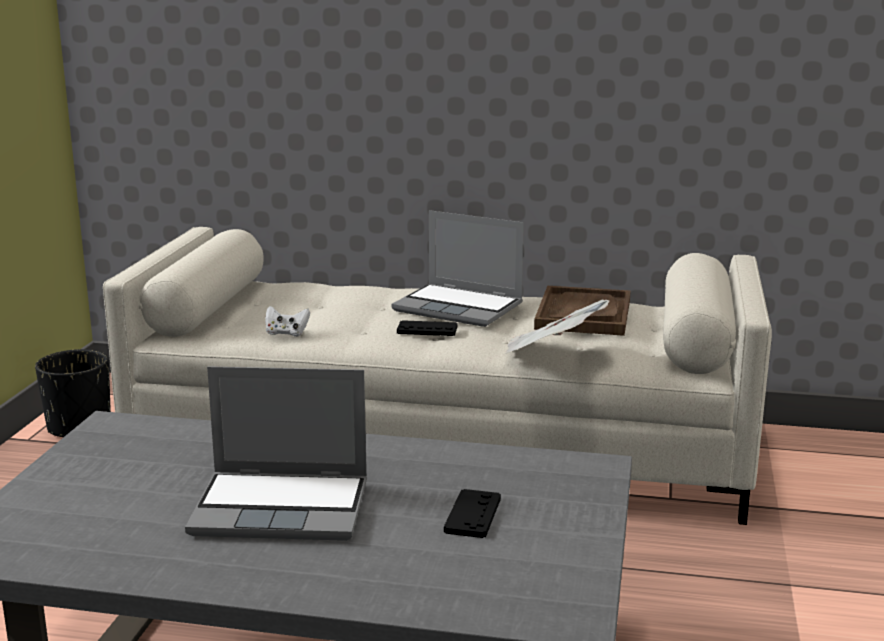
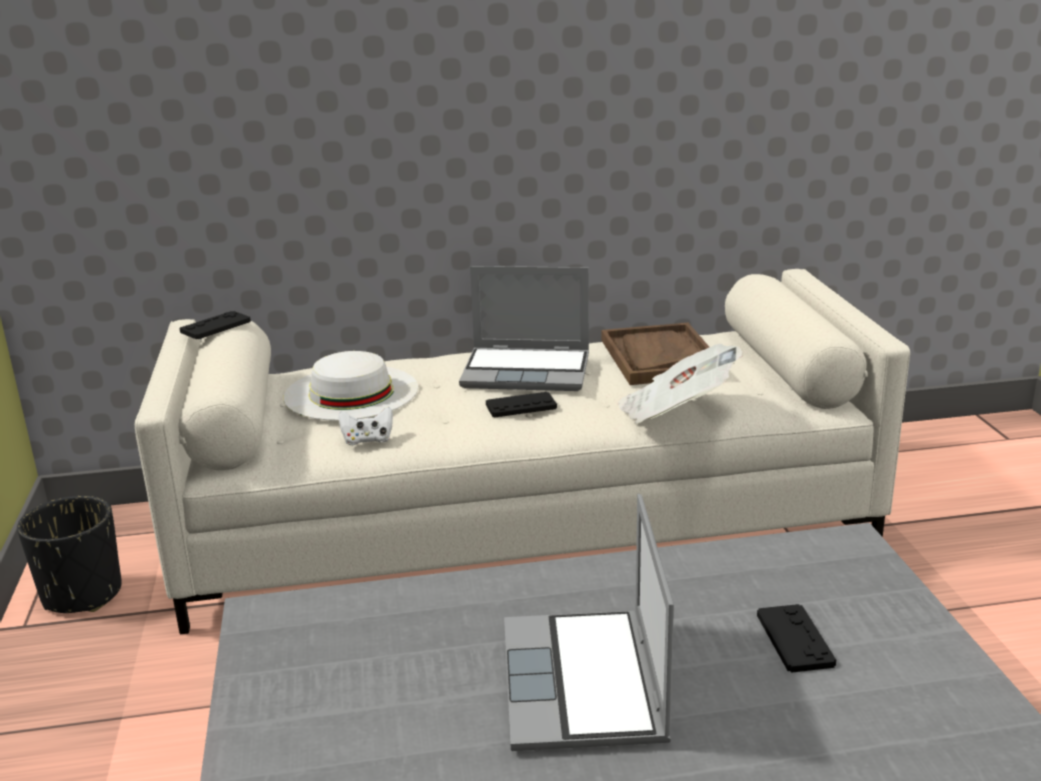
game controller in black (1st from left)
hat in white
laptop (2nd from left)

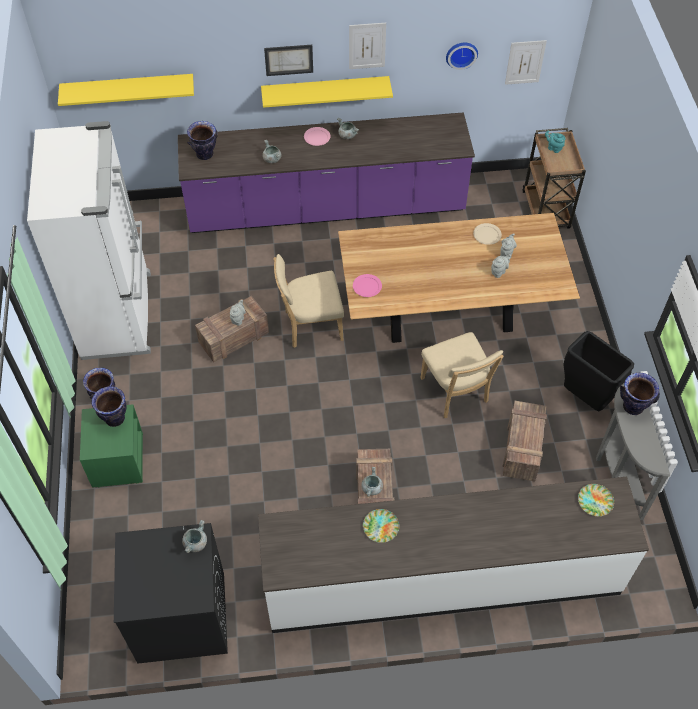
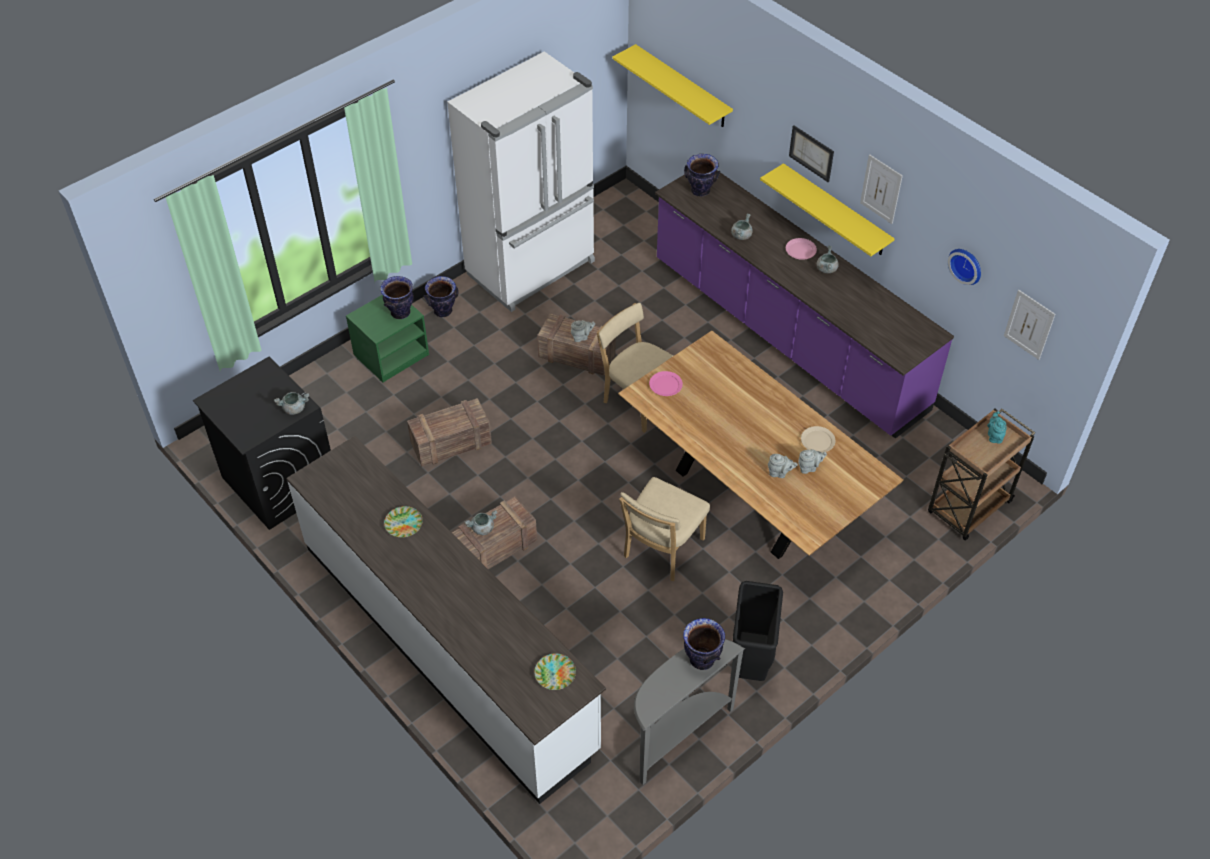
crate (1st from left)

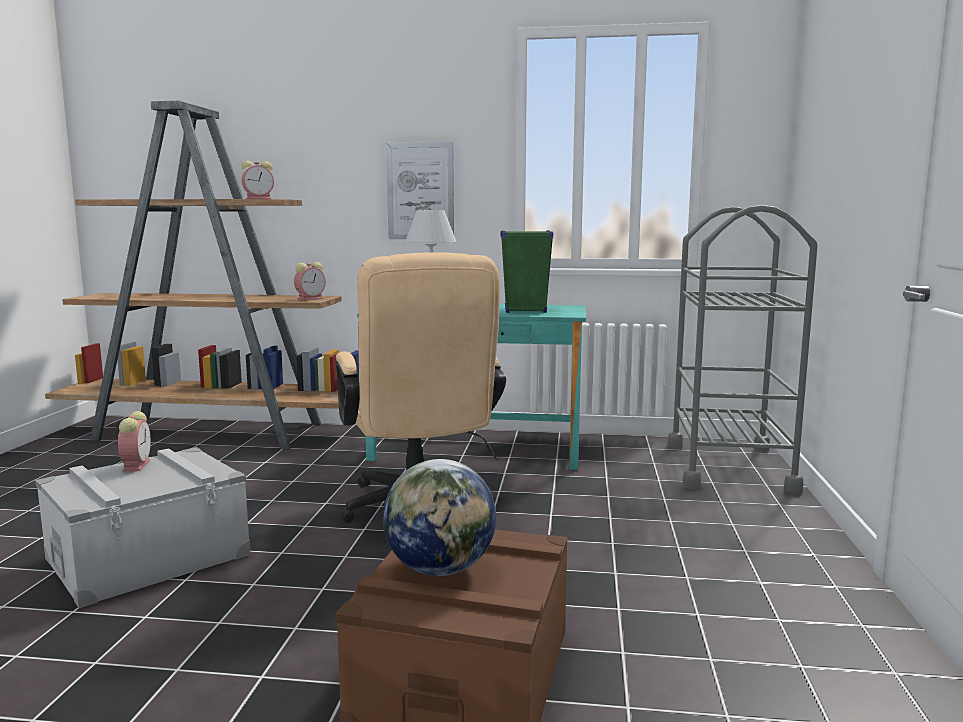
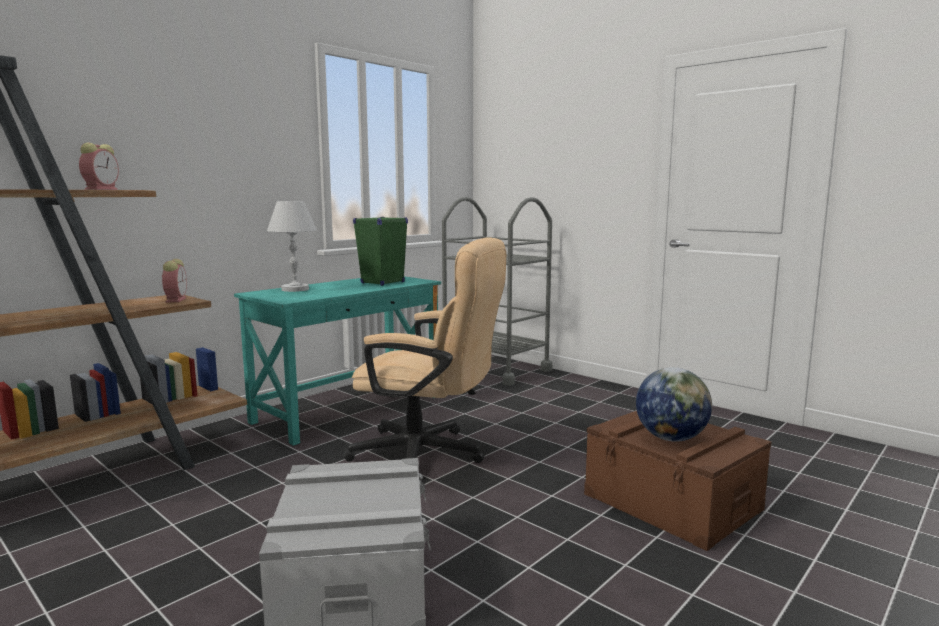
alarm clock (1st from left in the first image)
picture

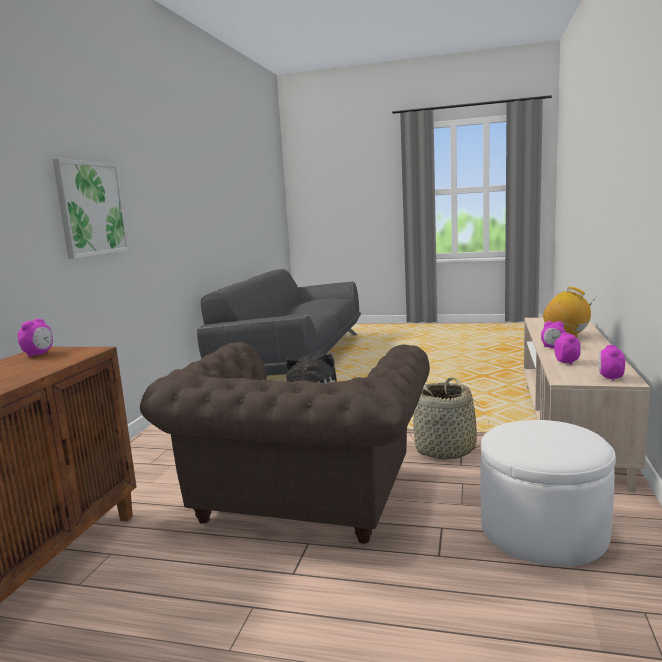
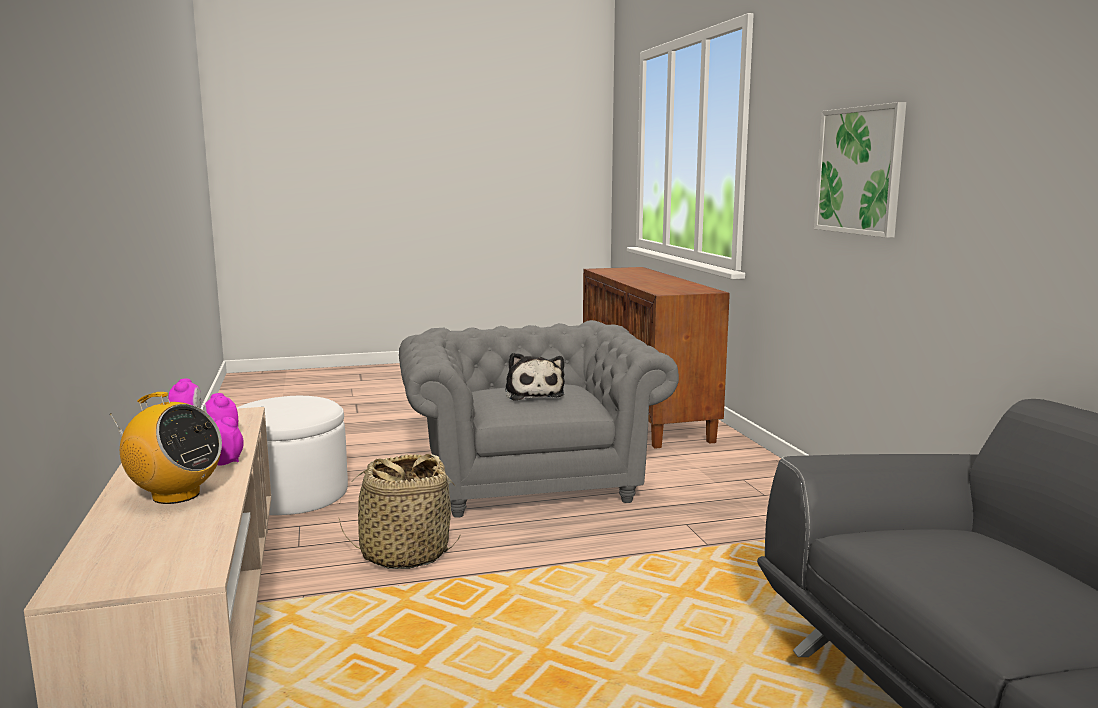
armchair in grey
alarm clock (1st from left in the first image)

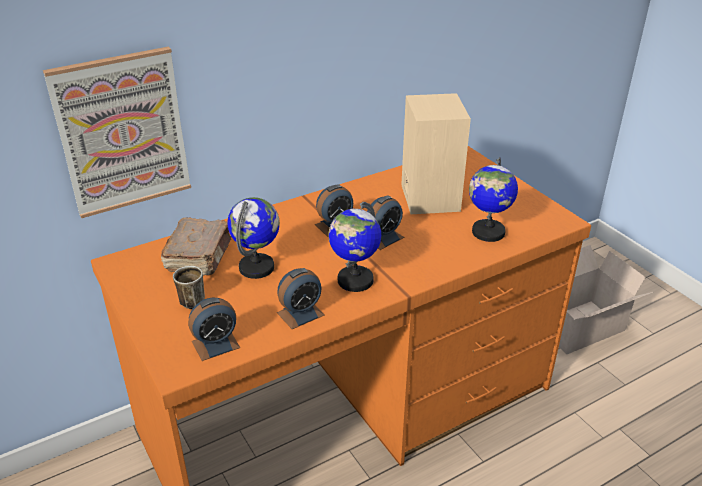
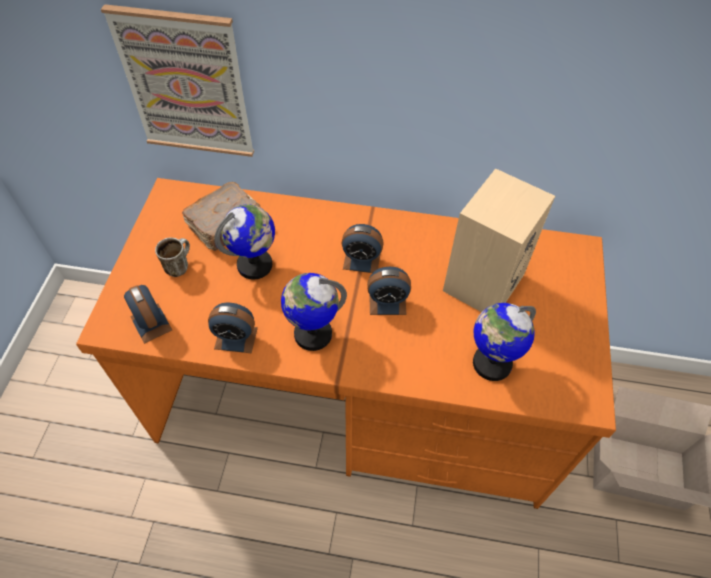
alarm clock (1st from left)

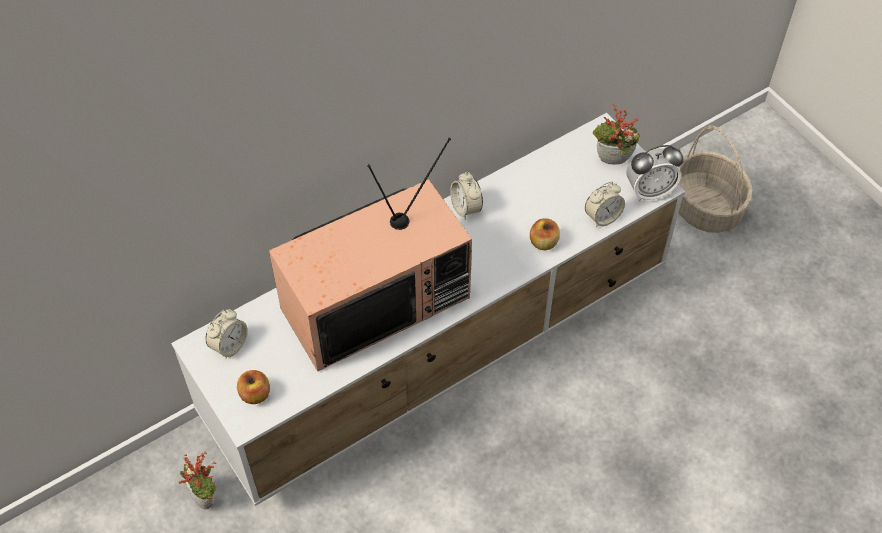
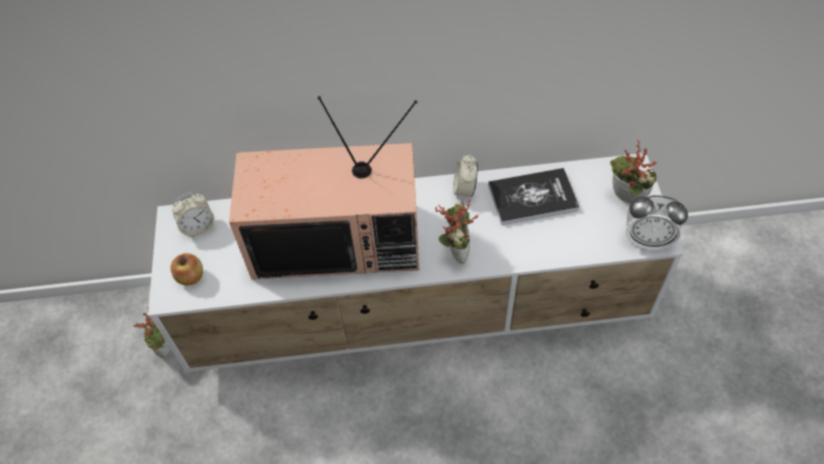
potted plant (2nd from left)
book
apple (2nd from left in the first image)
alarm clock (3rd from left in the first image)
basket

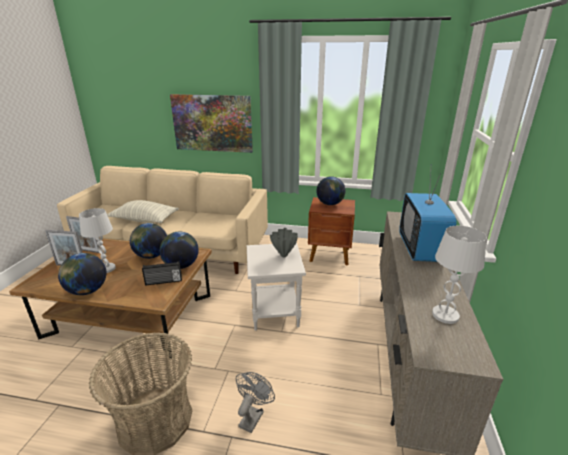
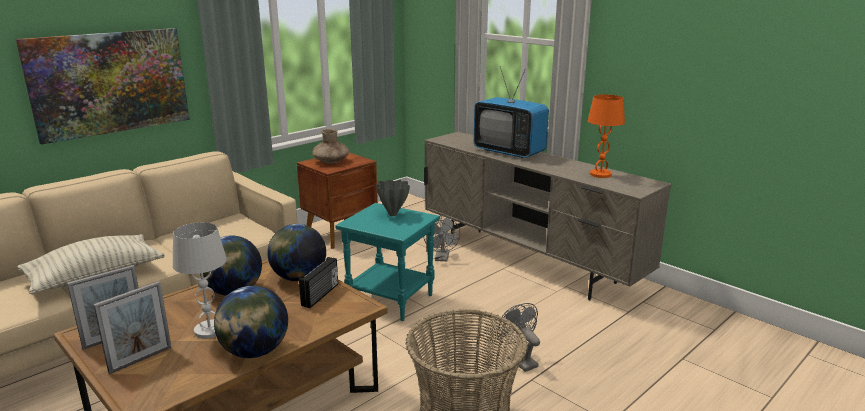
vase in brown
side table in turquoise
fan in grey (1st from left)
table lamp in orange

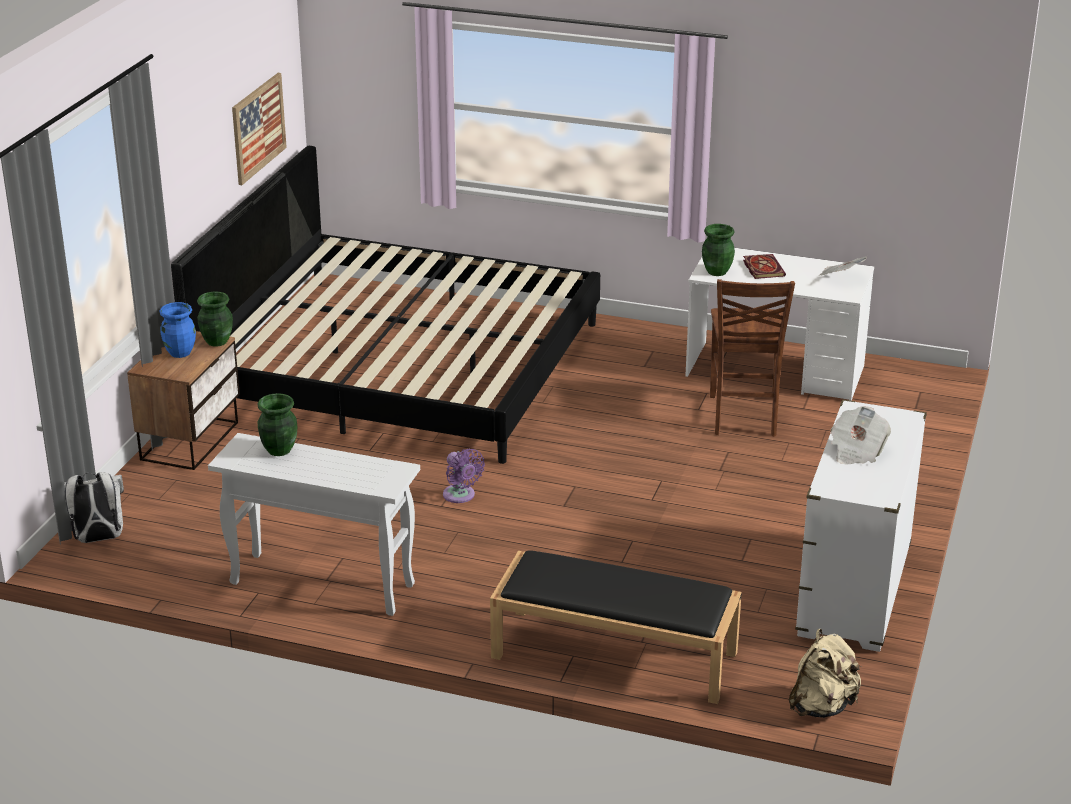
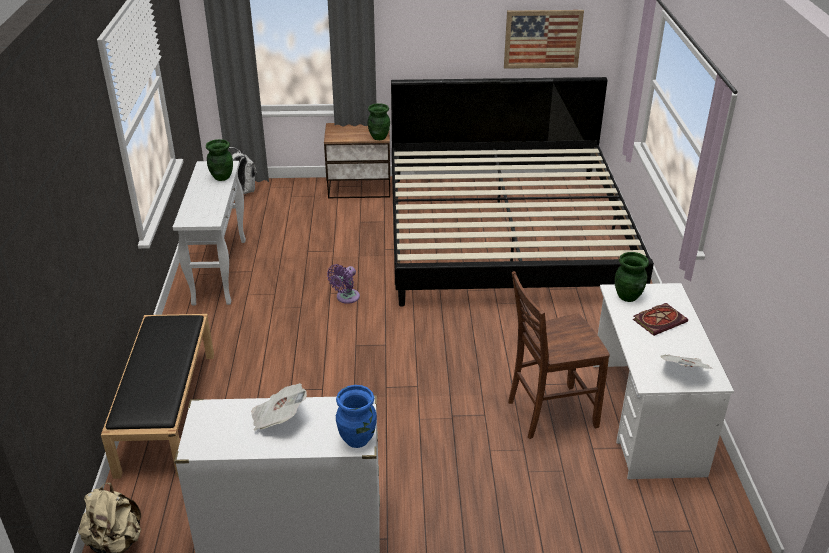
vase in blue

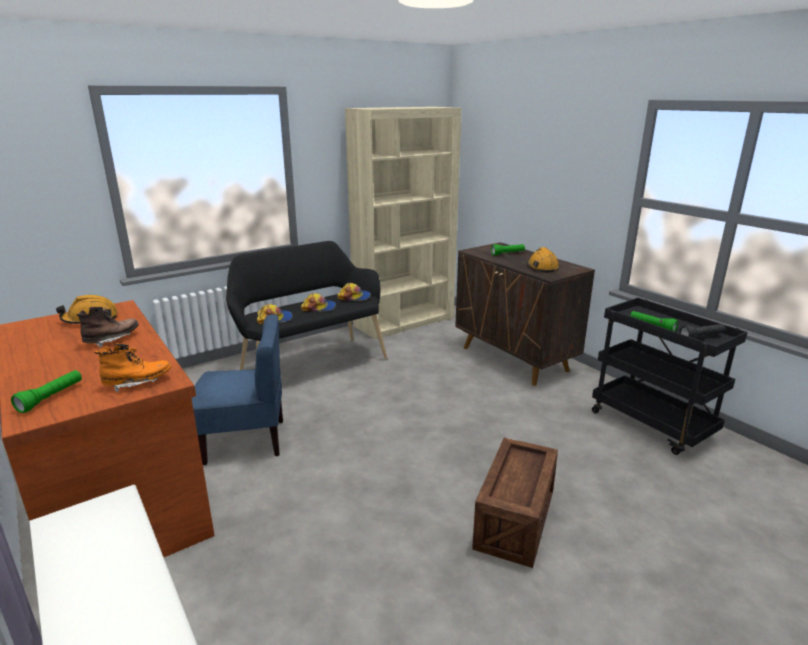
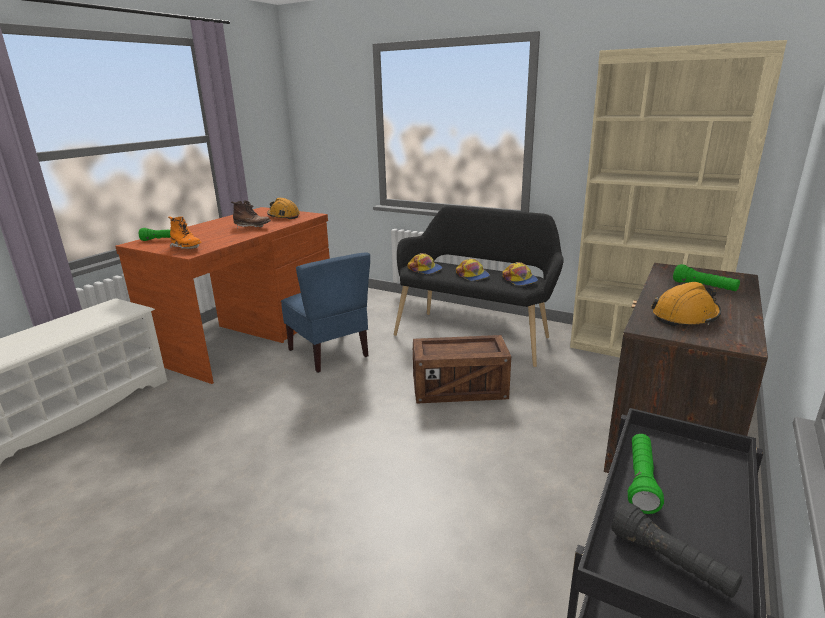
crate

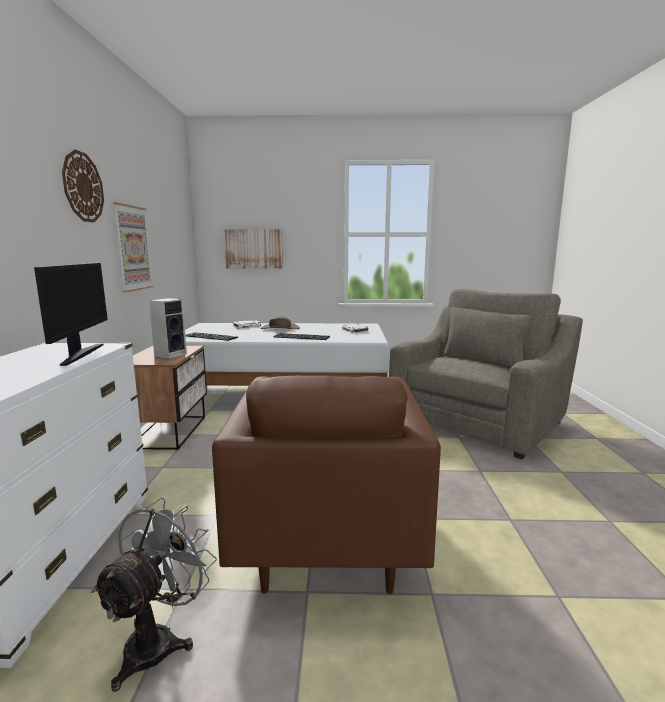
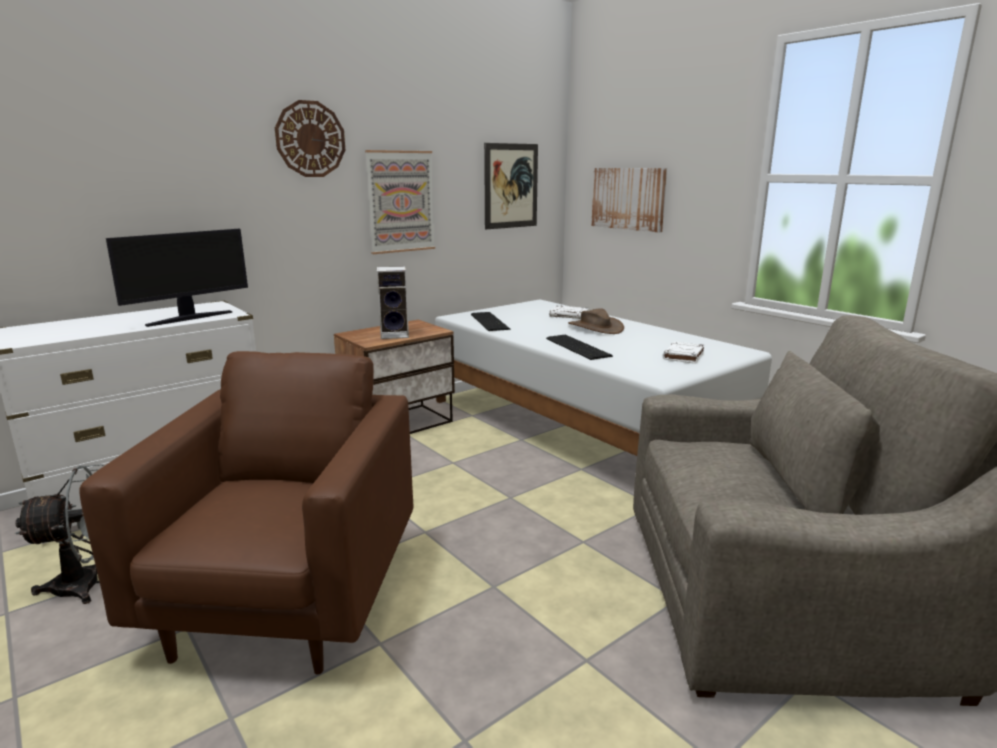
armchair in brown
picture (2nd from left)

